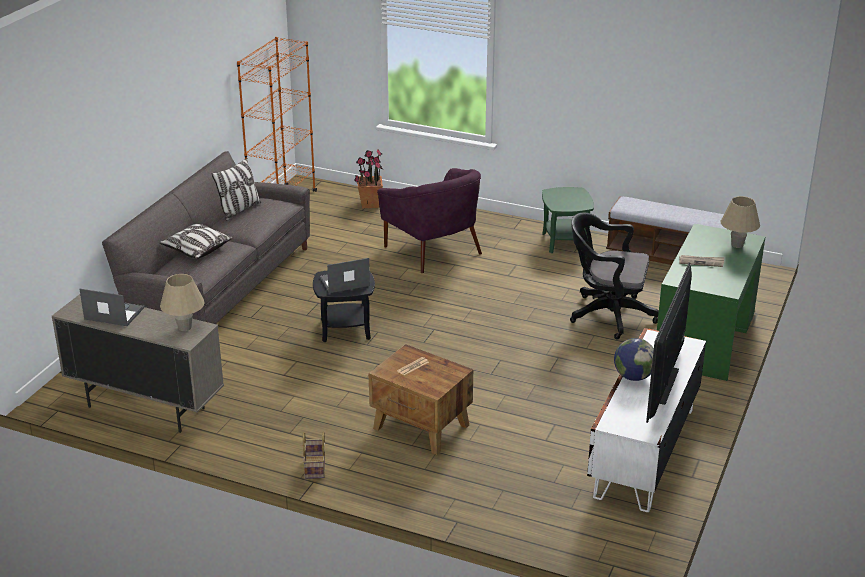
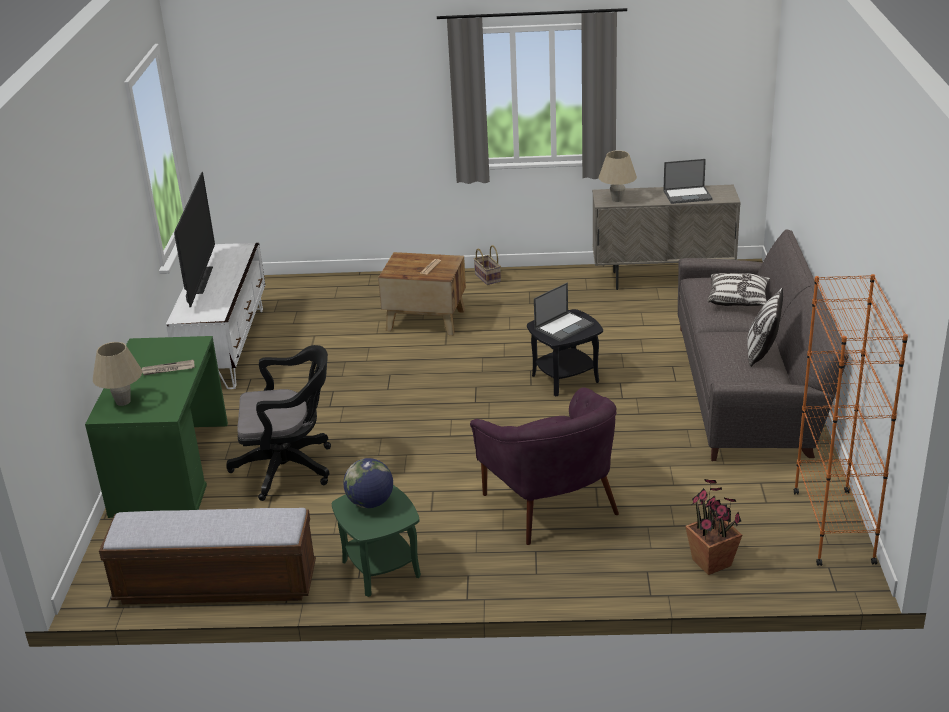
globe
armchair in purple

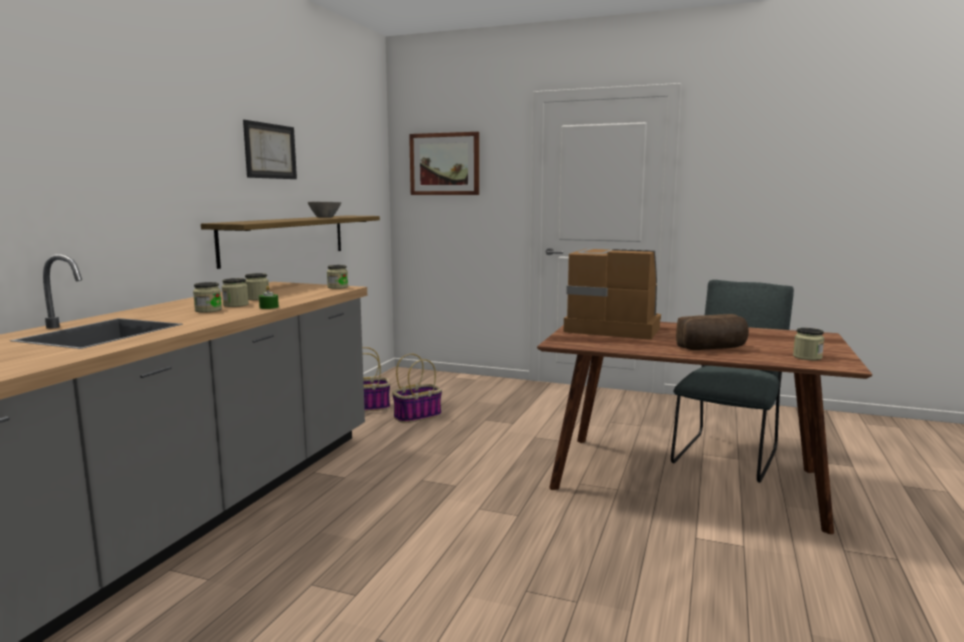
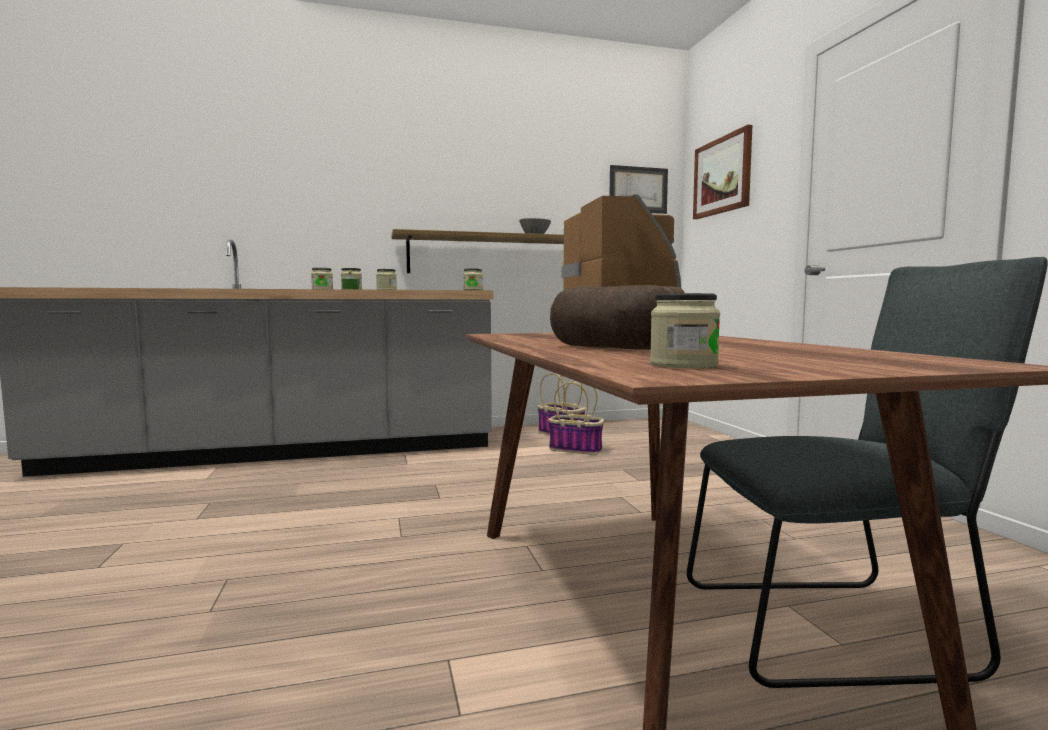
picture (1st from left)

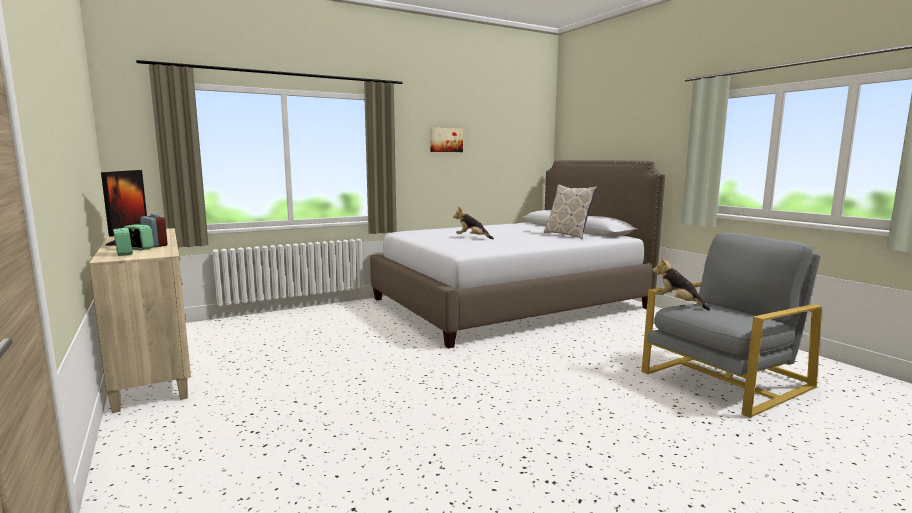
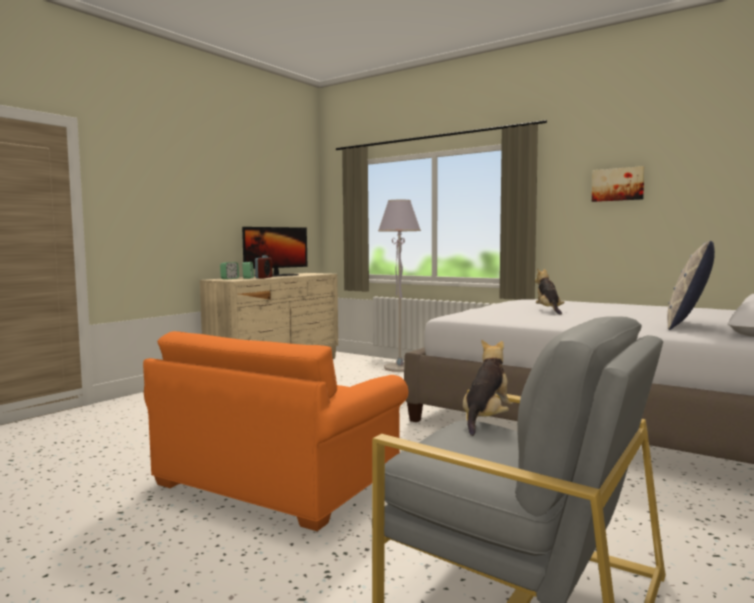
armchair in orange
floor lamp in grey

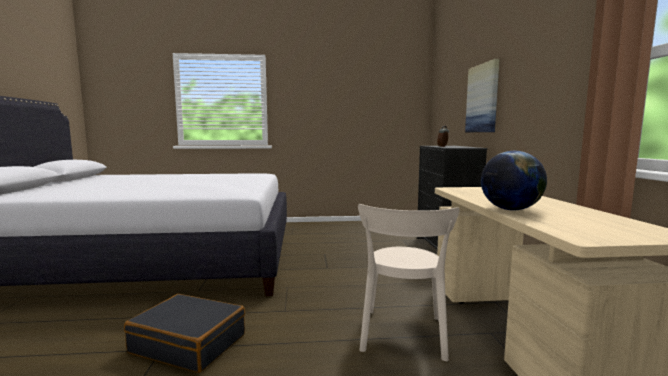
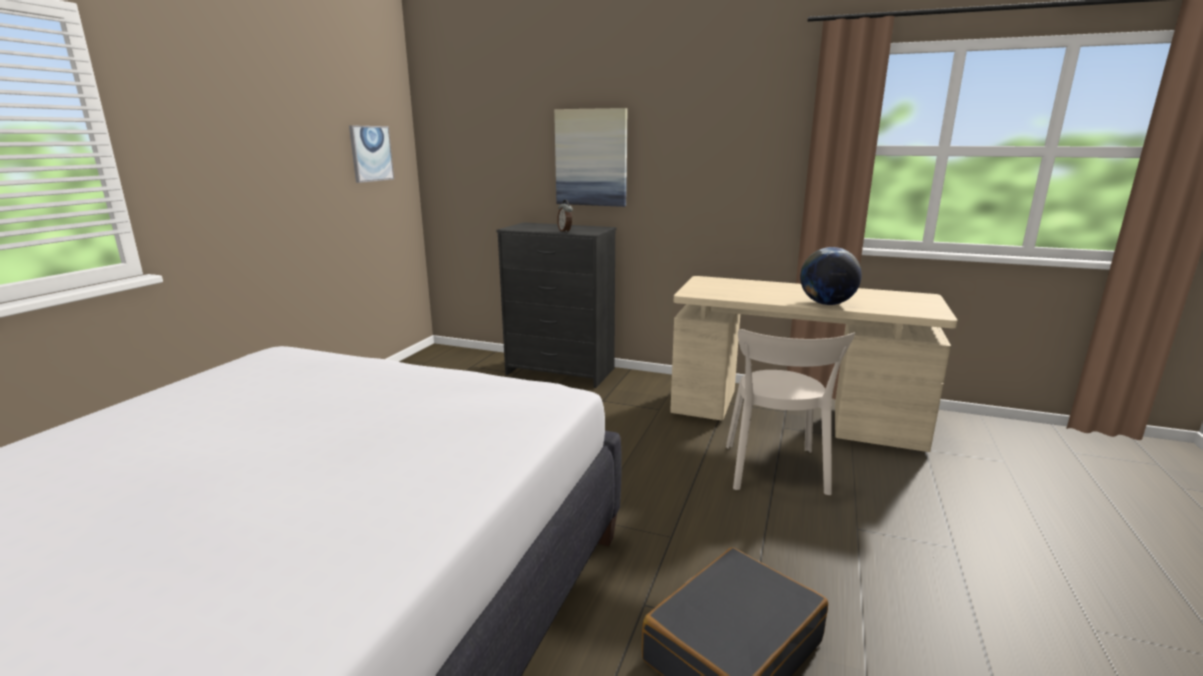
picture (1st from left)
chair in beige

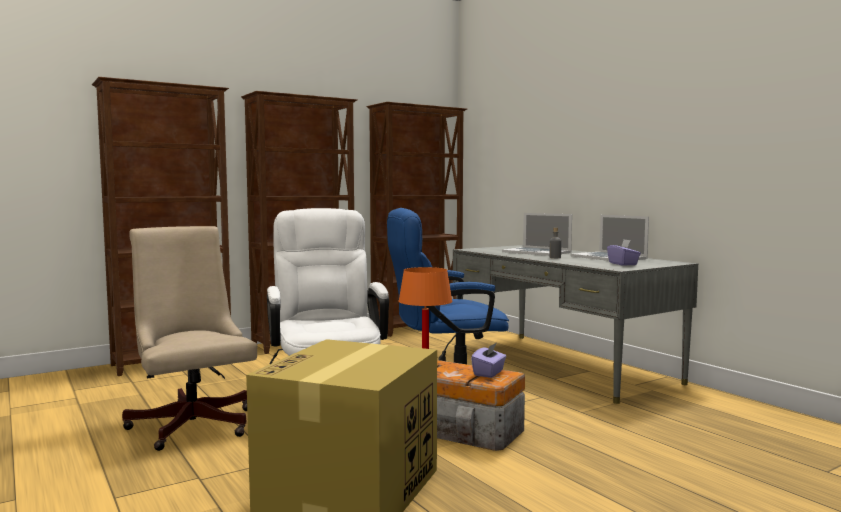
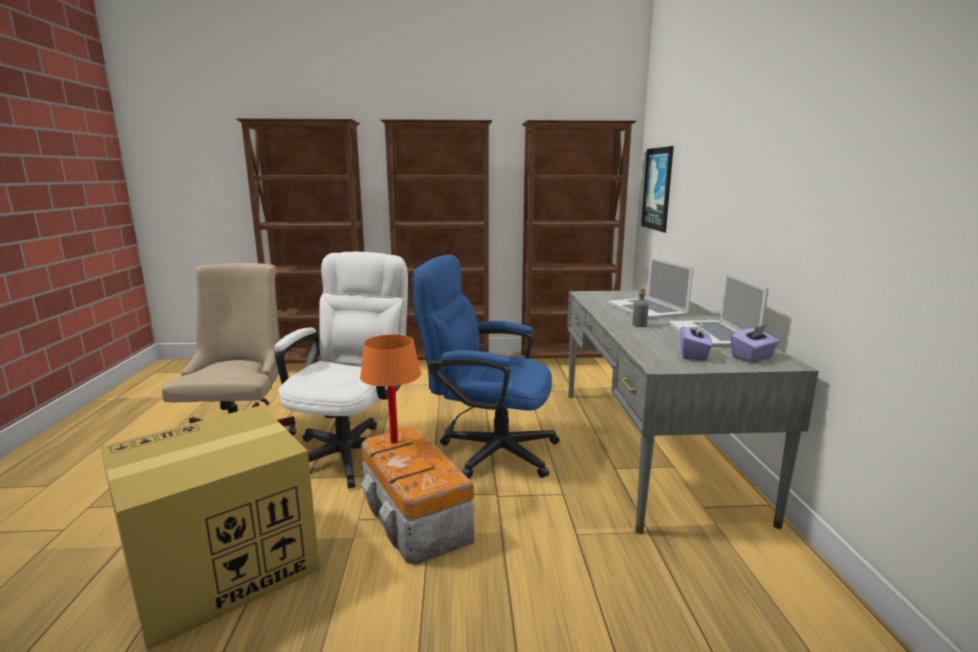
picture
tissue box in purple (2nd from left)

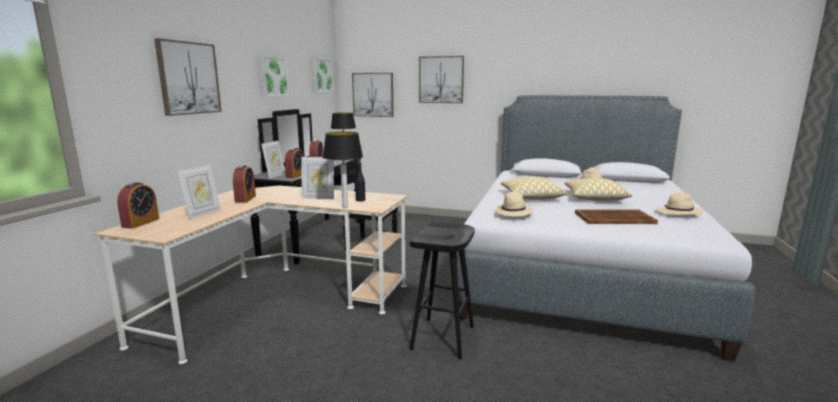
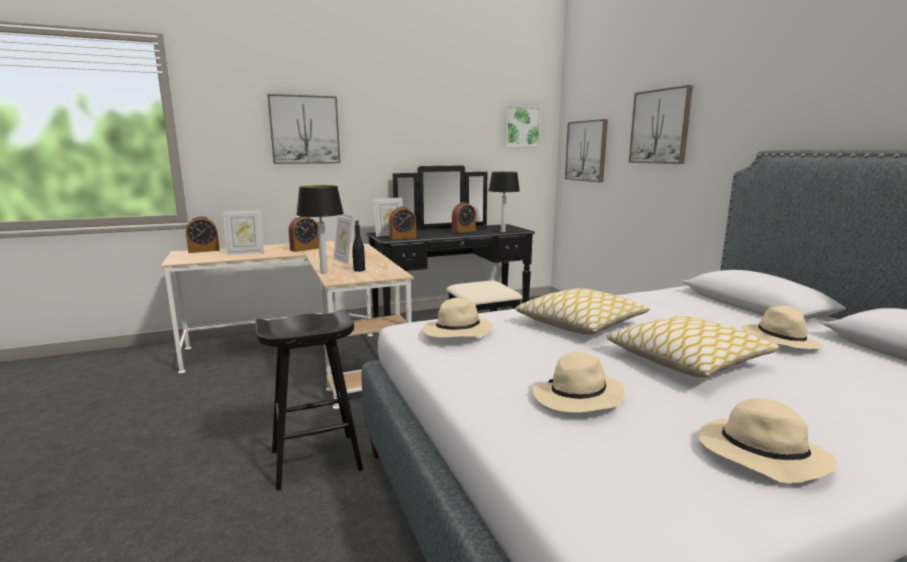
hat in beige (2nd from left)
picture (2nd from left in the first image)

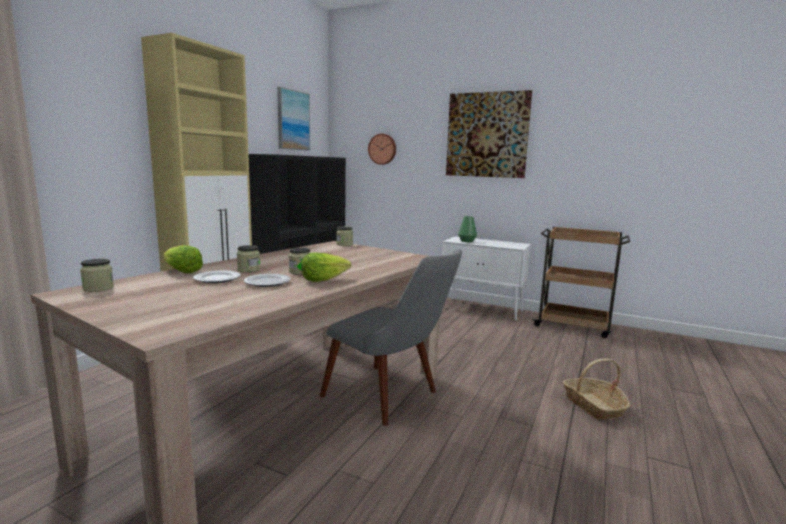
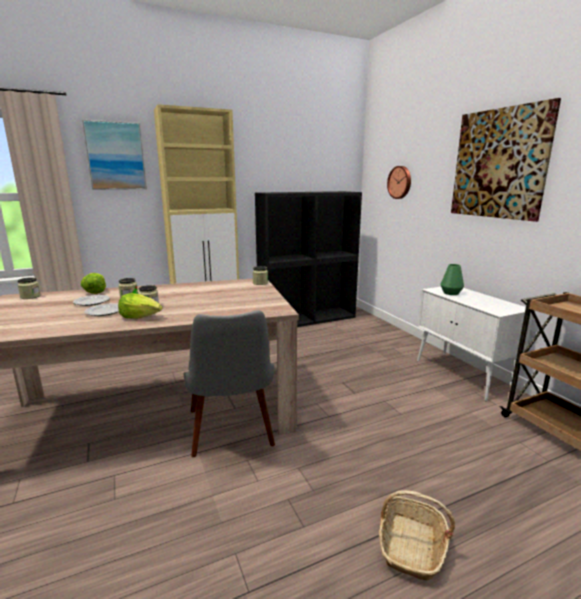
picture (1st from left)

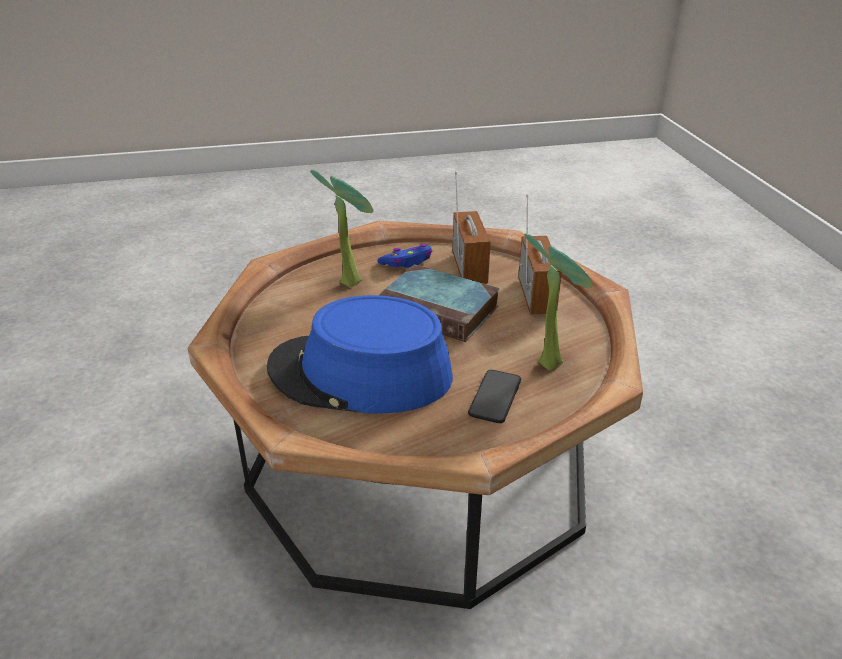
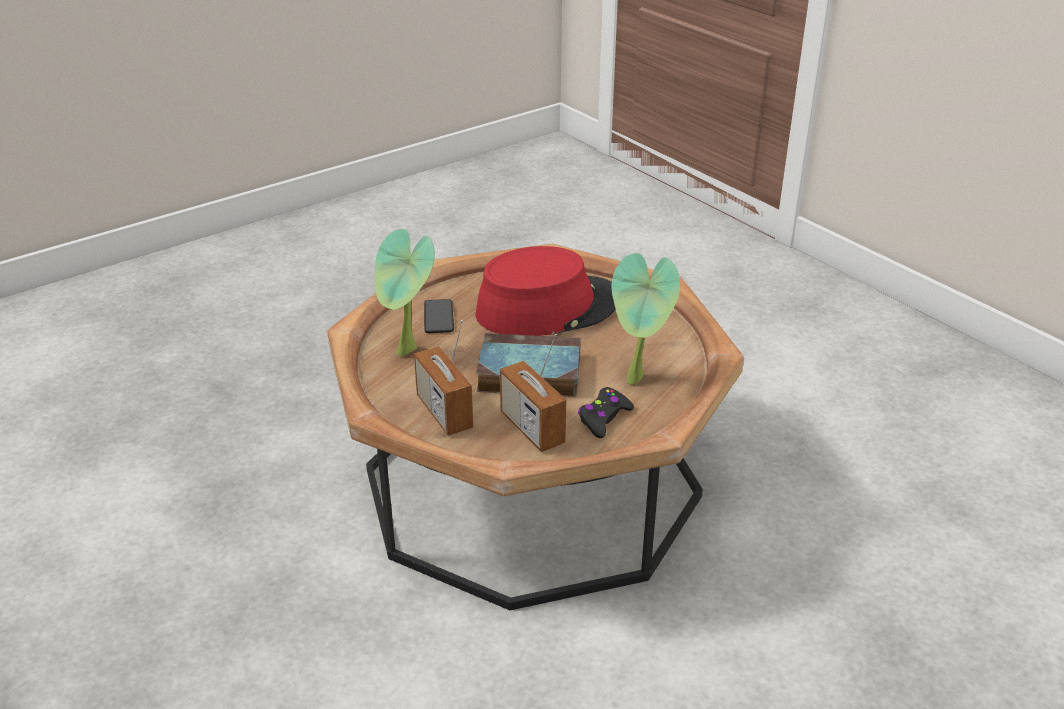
hat in red
game controller in black

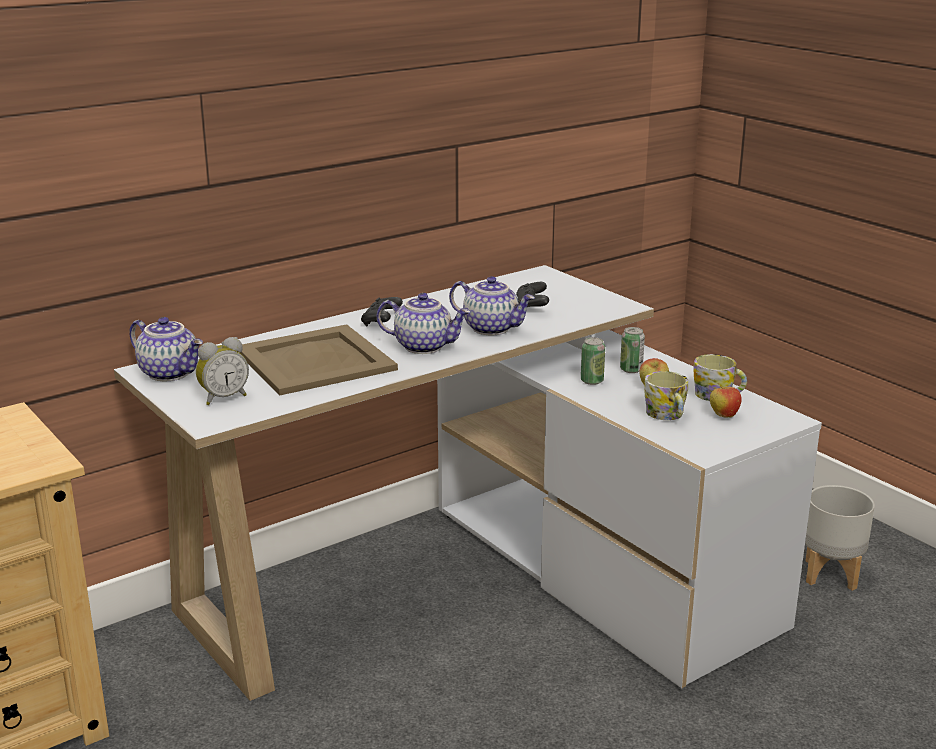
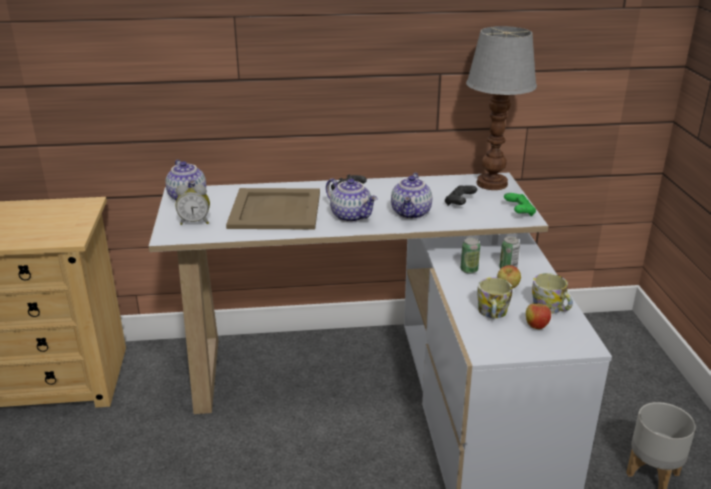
teapot (3rd from left)
table lamp
game controller in green

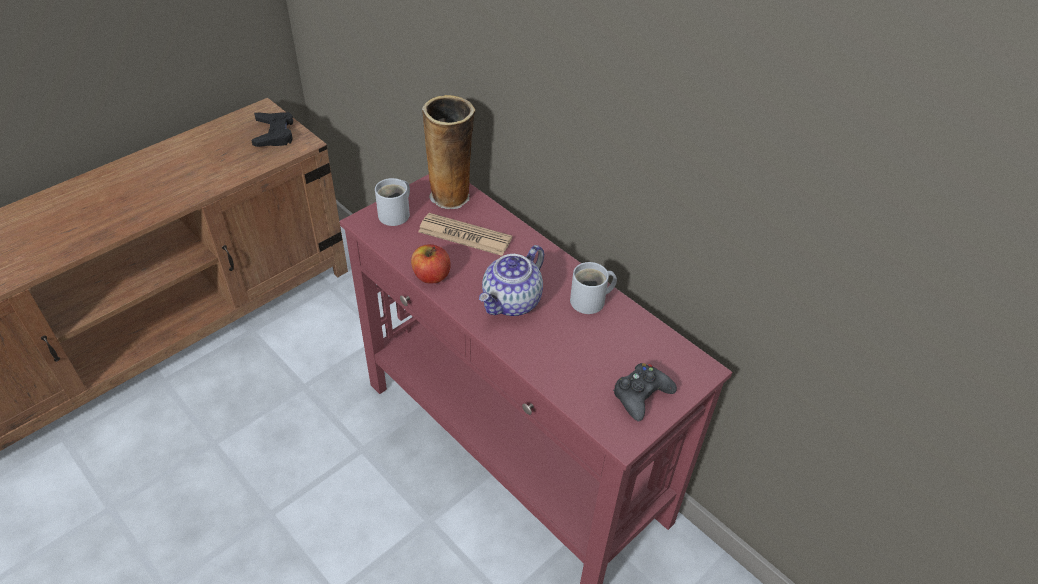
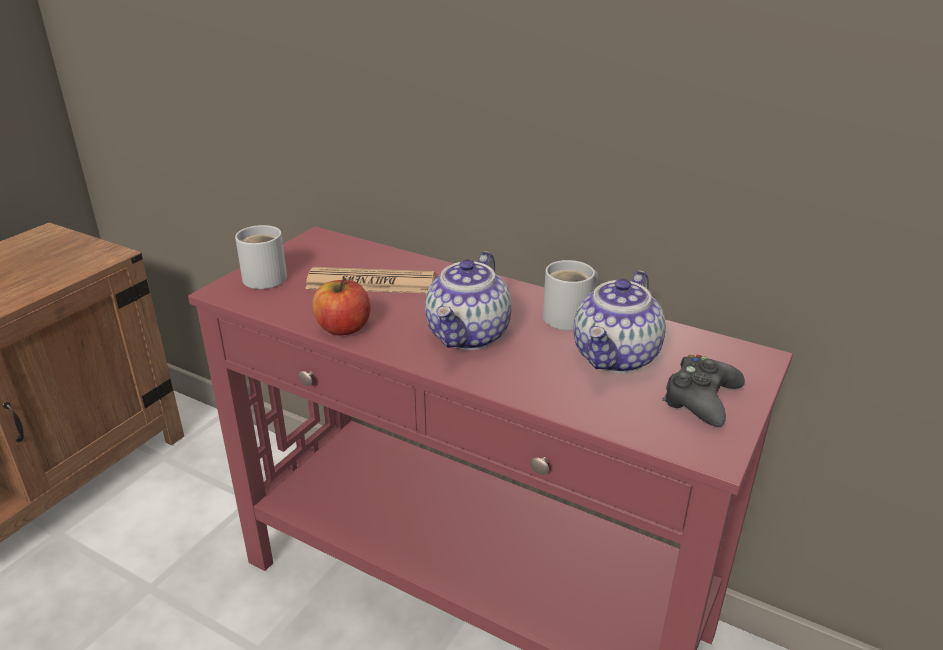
teapot (2nd from left)
game controller in black (1st from left in the first image)
vase

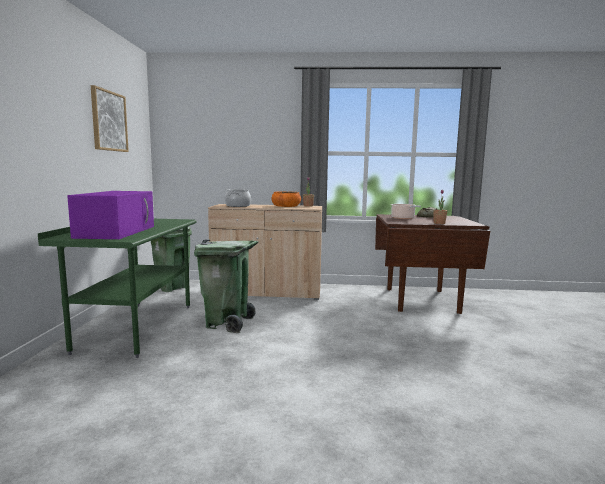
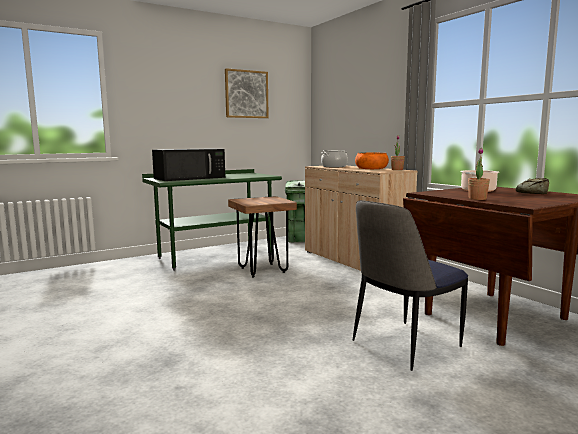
microwave in black
stool in brown
chair

